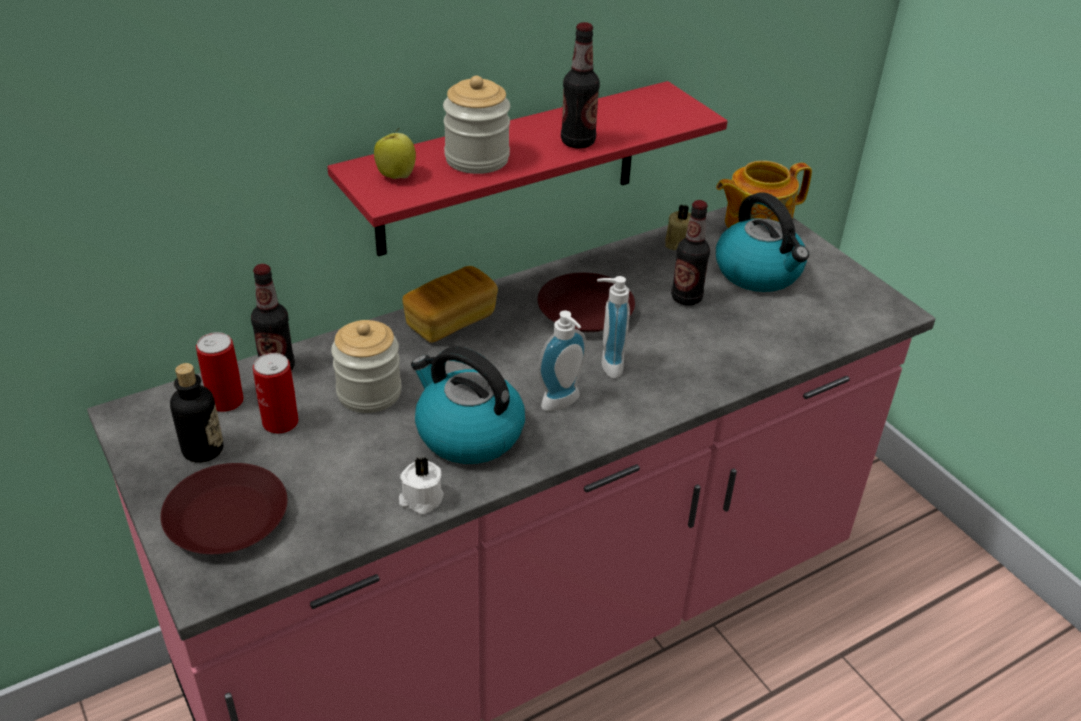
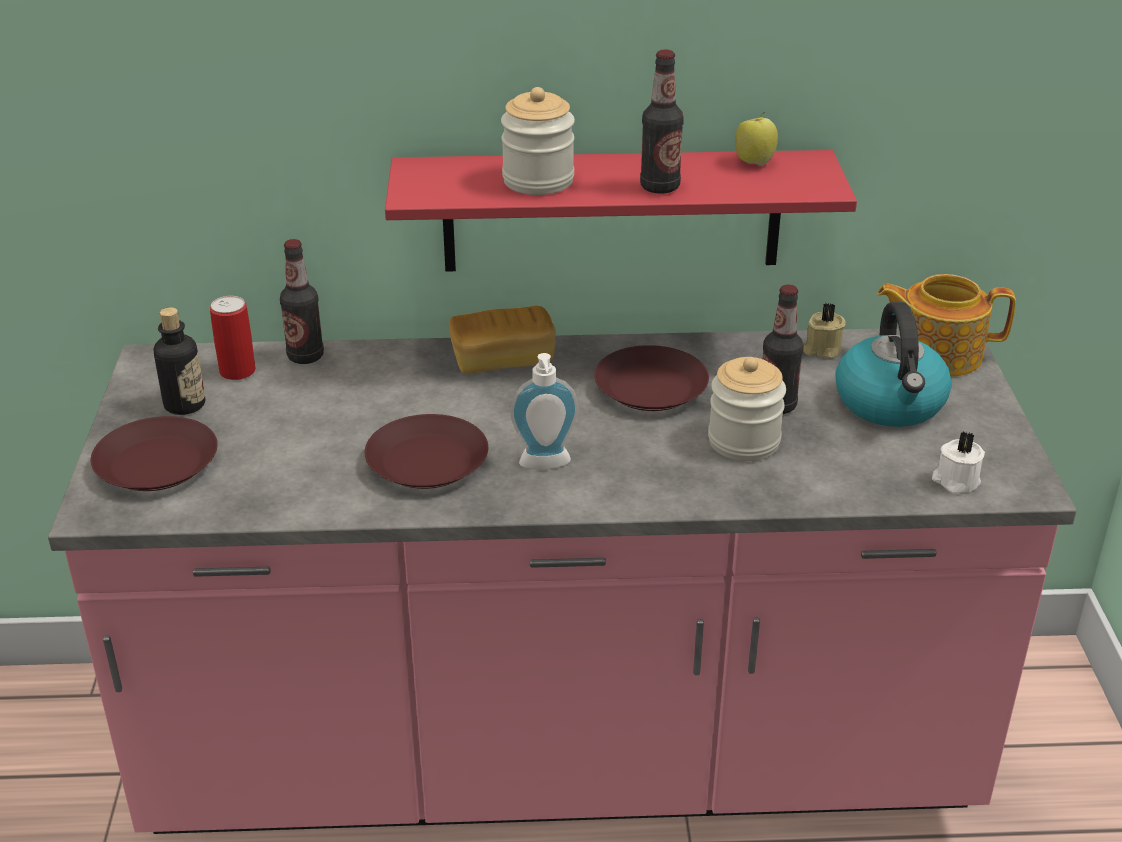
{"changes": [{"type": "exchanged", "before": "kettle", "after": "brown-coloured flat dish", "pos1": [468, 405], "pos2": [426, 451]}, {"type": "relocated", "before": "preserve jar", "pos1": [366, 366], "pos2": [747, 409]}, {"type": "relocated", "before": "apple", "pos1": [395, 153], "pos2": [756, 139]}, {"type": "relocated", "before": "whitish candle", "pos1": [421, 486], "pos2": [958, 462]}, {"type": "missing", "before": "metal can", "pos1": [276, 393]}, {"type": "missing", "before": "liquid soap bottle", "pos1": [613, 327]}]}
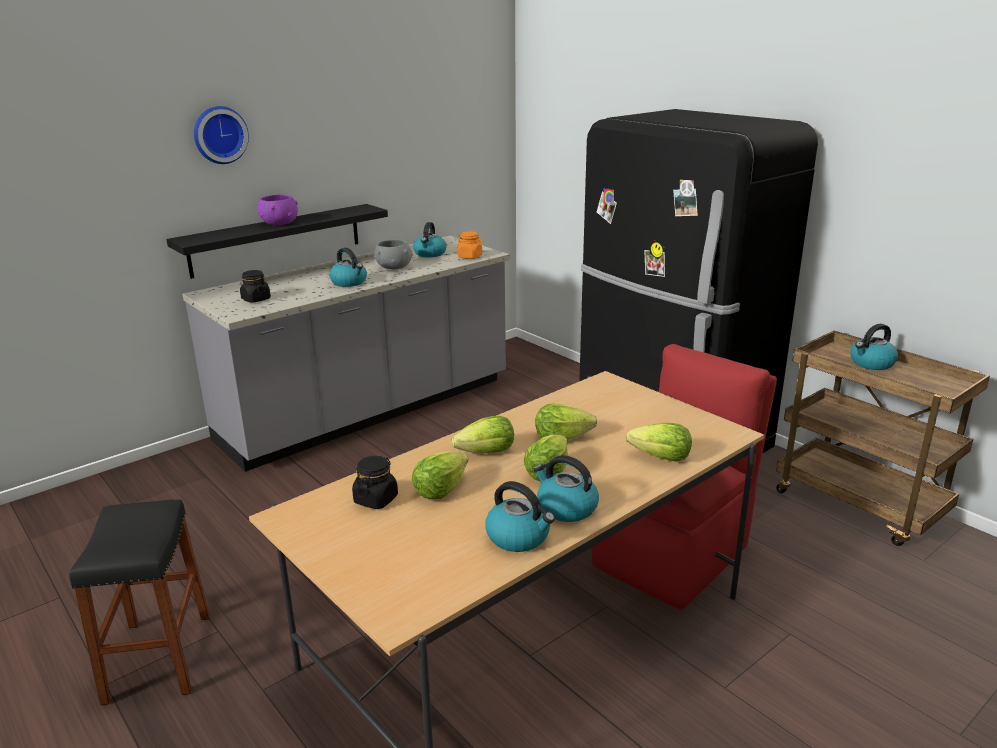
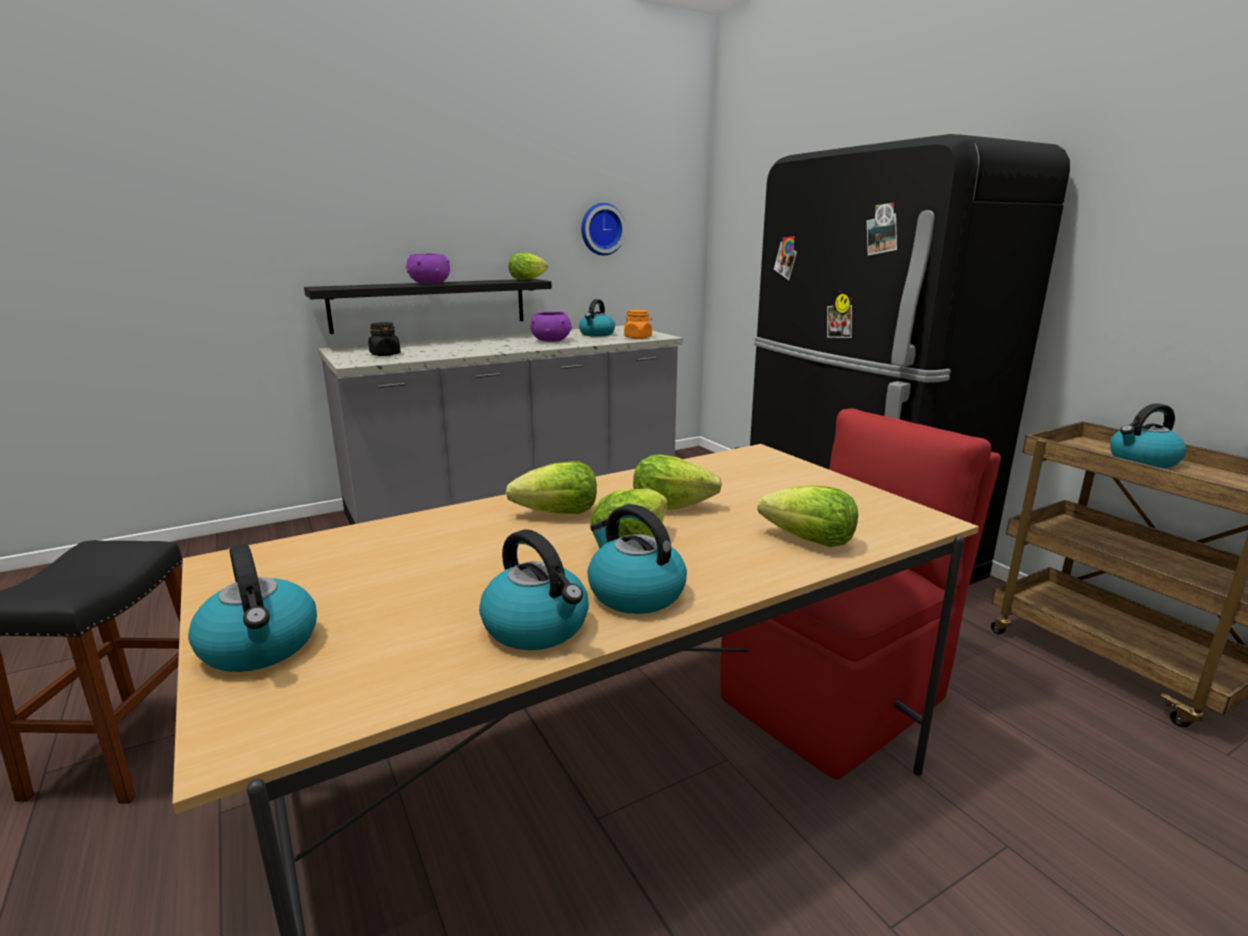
{"changes": [{"type": "relocated", "before": "kettle", "pos1": [348, 267], "pos2": [252, 608]}, {"type": "relocated", "before": "lettuce", "pos1": [440, 475], "pos2": [528, 266]}, {"type": "colour", "before": "gray bowl", "after": "purple-coloured bowl", "pos1": [393, 254], "pos2": [551, 327]}, {"type": "relocated", "before": "wall clock", "pos1": [221, 135], "pos2": [603, 229]}, {"type": "missing", "before": "black preserve jar", "pos1": [375, 482]}]}
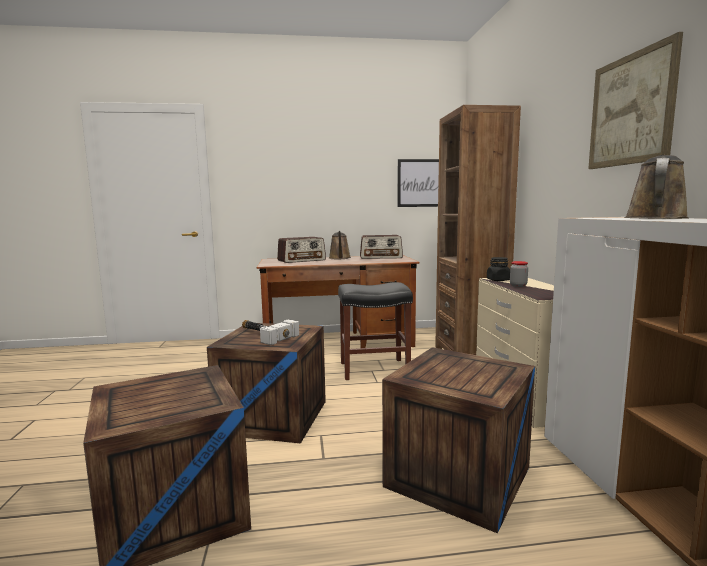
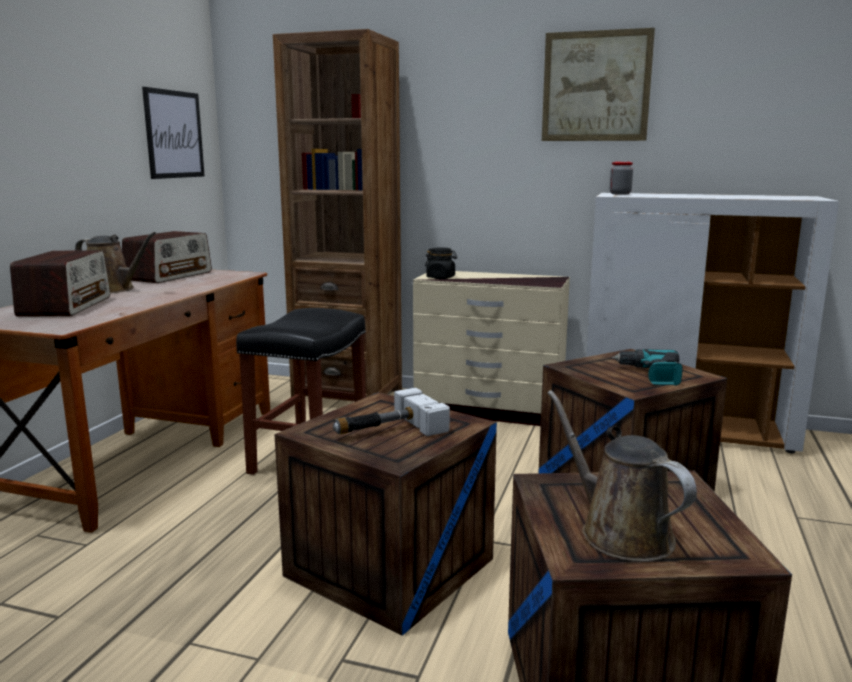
{"changes": [{"type": "relocated", "before": "brown-coloured watering can", "pos1": [656, 187], "pos2": [622, 476]}, {"type": "relocated", "before": "preserve jar", "pos1": [519, 274], "pos2": [621, 178]}, {"type": "appeared", "after": "power drill", "pos2": [647, 367]}]}
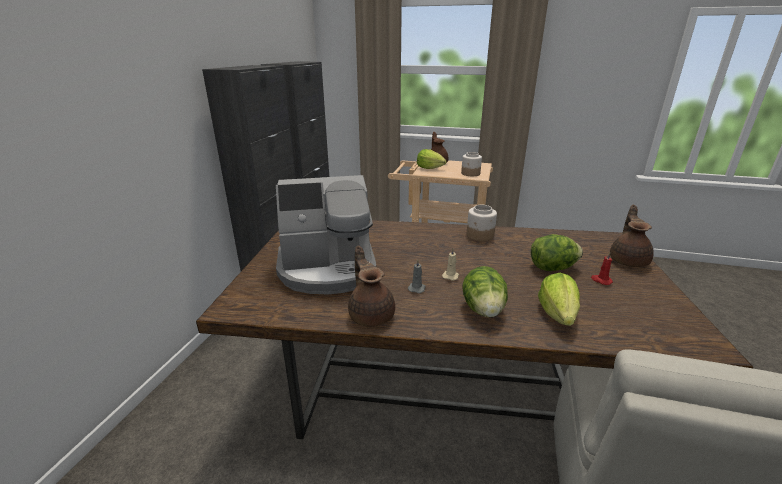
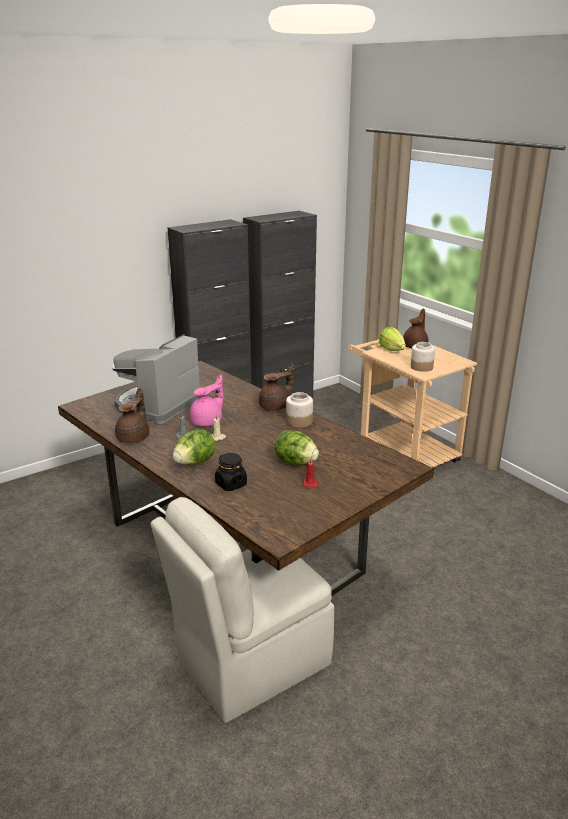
{"changes": [{"type": "spun", "before": "coffee maker", "pos1": [326, 235], "pos2": [157, 379], "turn": 90}, {"type": "appeared", "after": "pink teapot", "pos2": [206, 400]}, {"type": "exchanged", "before": "lettuce", "after": "black preserve jar", "pos1": [559, 299], "pos2": [231, 472]}, {"type": "relocated", "before": "brown-coloured teapot", "pos1": [632, 236], "pos2": [276, 387]}]}
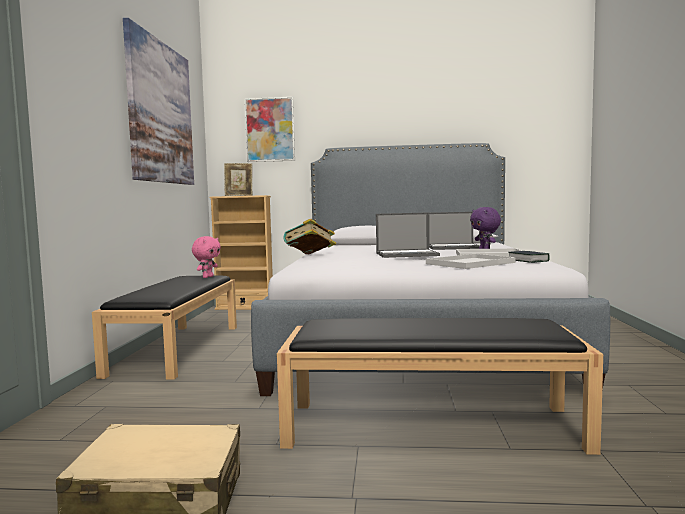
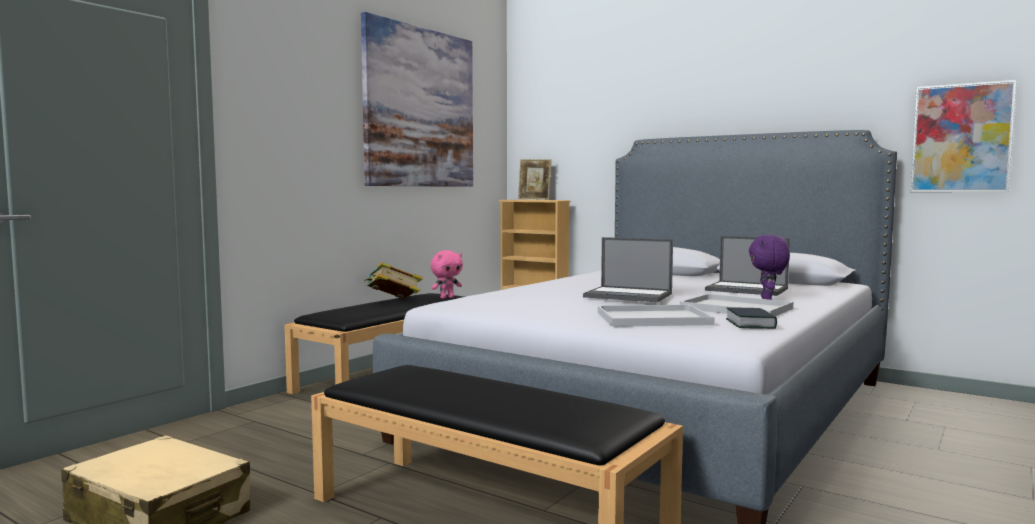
{"changes": [{"type": "relocated", "before": "bound book", "pos1": [309, 236], "pos2": [393, 280]}, {"type": "relocated", "before": "picture", "pos1": [270, 129], "pos2": [963, 136]}]}
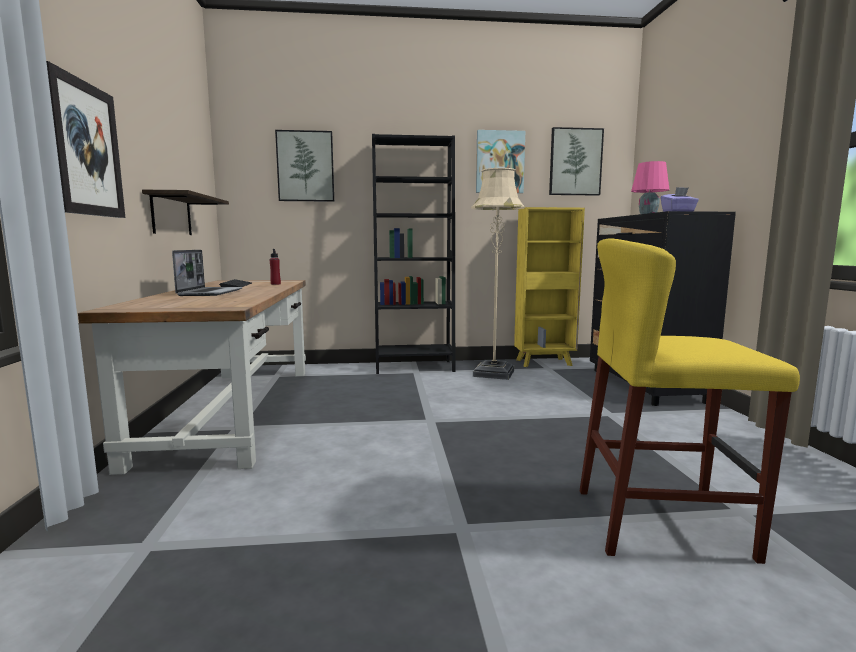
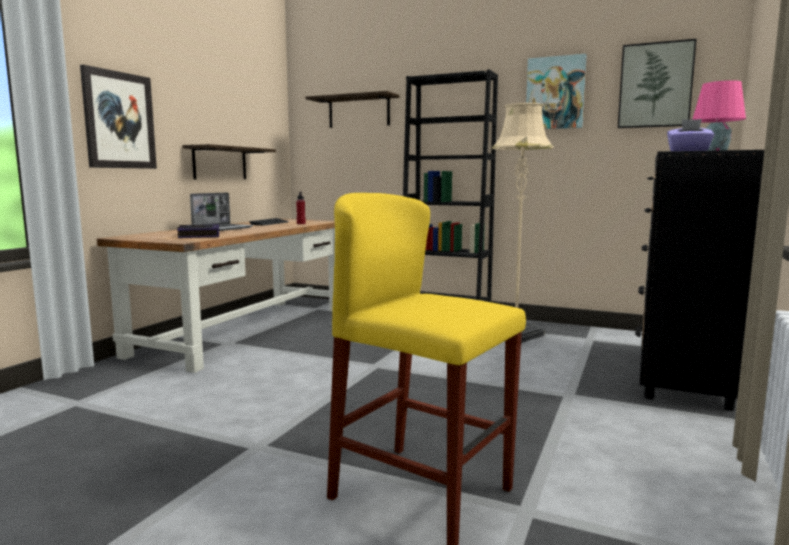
{"changes": [{"type": "appeared", "after": "bound book", "pos2": [198, 231]}, {"type": "exchanged", "before": "picture", "after": "shelf", "pos1": [304, 166], "pos2": [352, 109]}, {"type": "missing", "before": "yellowish shelving unit", "pos1": [549, 287]}]}
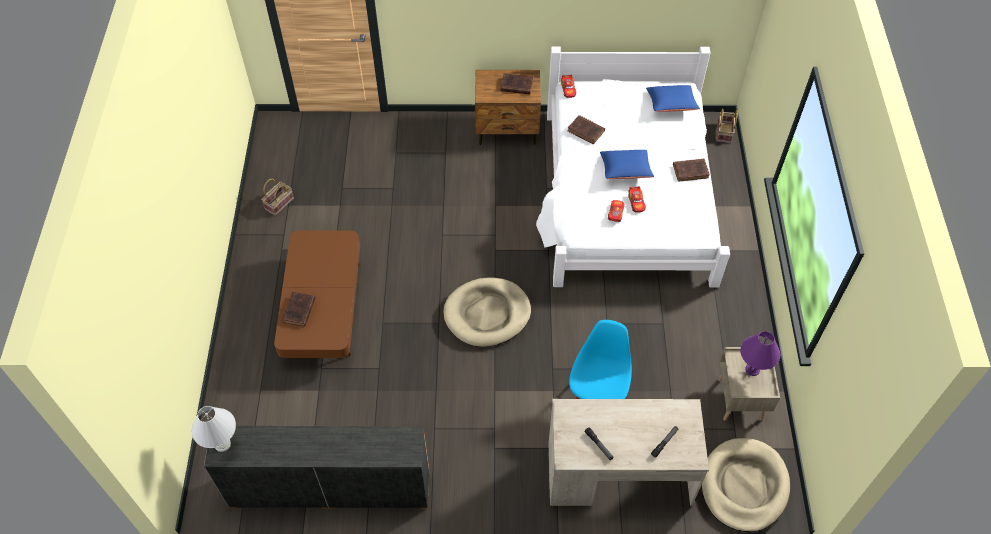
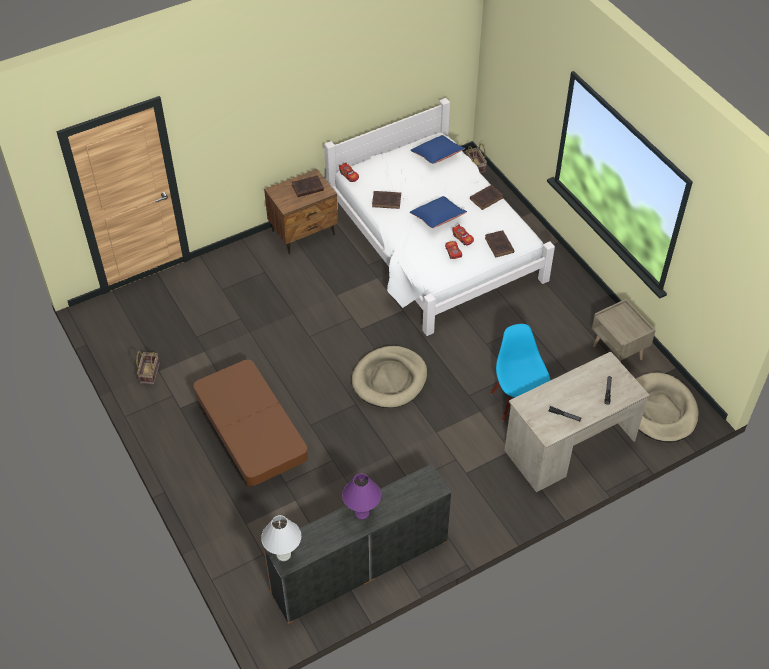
{"changes": [{"type": "relocated", "before": "purple-coloured tabletop lamp", "pos1": [760, 353], "pos2": [361, 496]}, {"type": "relocated", "before": "brown-coloured bound book", "pos1": [298, 309], "pos2": [499, 244]}]}
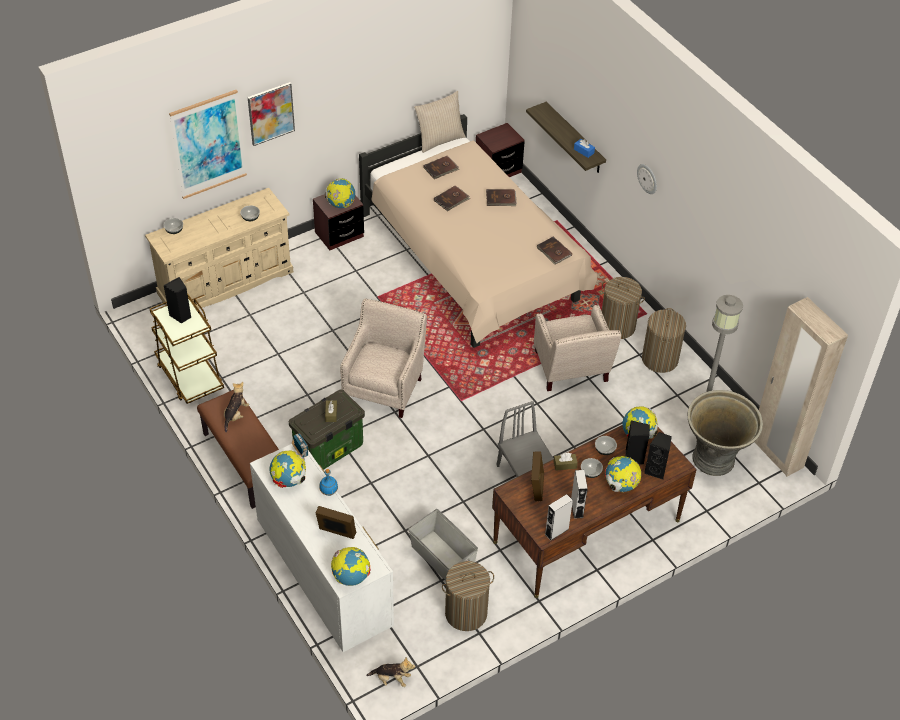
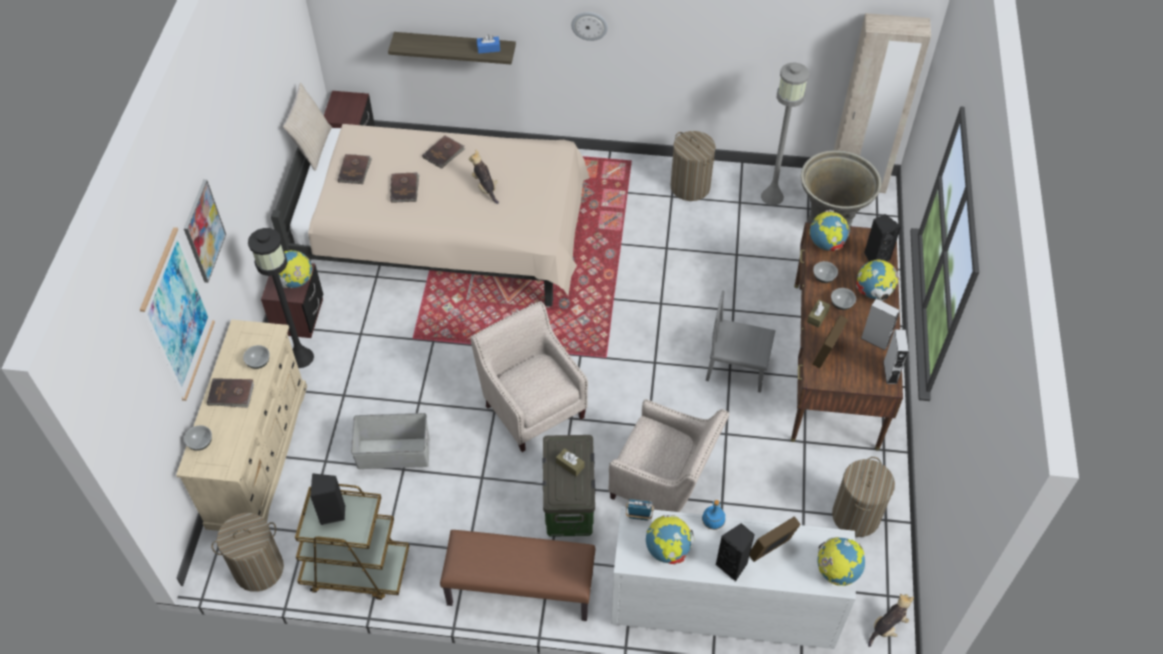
{"changes": [{"type": "relocated", "before": "brown-coloured bound book", "pos1": [554, 251], "pos2": [230, 393]}, {"type": "relocated", "before": "laundry basket", "pos1": [623, 308], "pos2": [247, 552]}, {"type": "appeared", "after": "black floor lamp", "pos2": [281, 298]}, {"type": "relocated", "before": "gray storage container", "pos1": [443, 544], "pos2": [390, 441]}, {"type": "relocated", "before": "cuddly toy", "pos1": [236, 407], "pos2": [484, 177]}, {"type": "relocated", "before": "sand-coloured lounge chair", "pos1": [577, 348], "pos2": [668, 455]}, {"type": "relocated", "before": "black loudspeaker", "pos1": [638, 442], "pos2": [735, 552]}, {"type": "spun", "before": "standing frame", "pos1": [537, 476], "pos2": [830, 341], "turn": -105}]}
